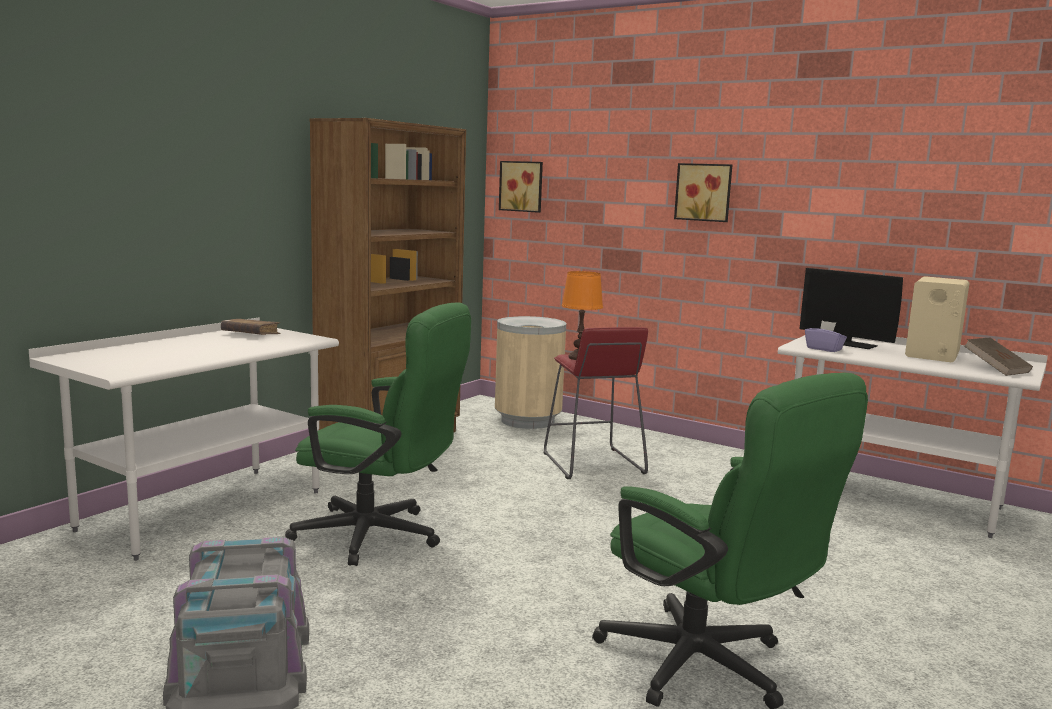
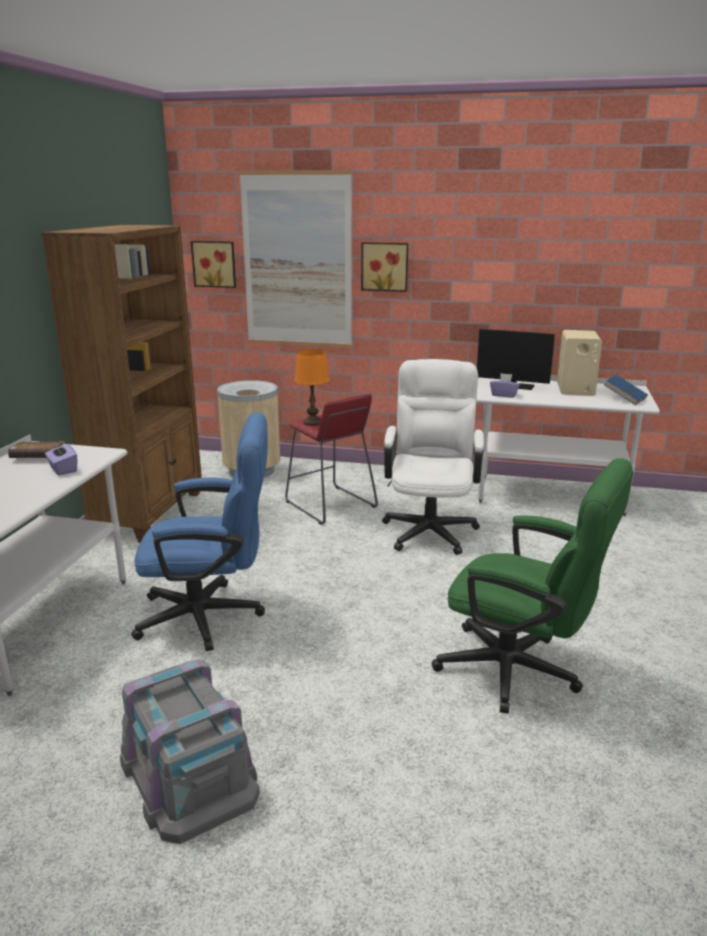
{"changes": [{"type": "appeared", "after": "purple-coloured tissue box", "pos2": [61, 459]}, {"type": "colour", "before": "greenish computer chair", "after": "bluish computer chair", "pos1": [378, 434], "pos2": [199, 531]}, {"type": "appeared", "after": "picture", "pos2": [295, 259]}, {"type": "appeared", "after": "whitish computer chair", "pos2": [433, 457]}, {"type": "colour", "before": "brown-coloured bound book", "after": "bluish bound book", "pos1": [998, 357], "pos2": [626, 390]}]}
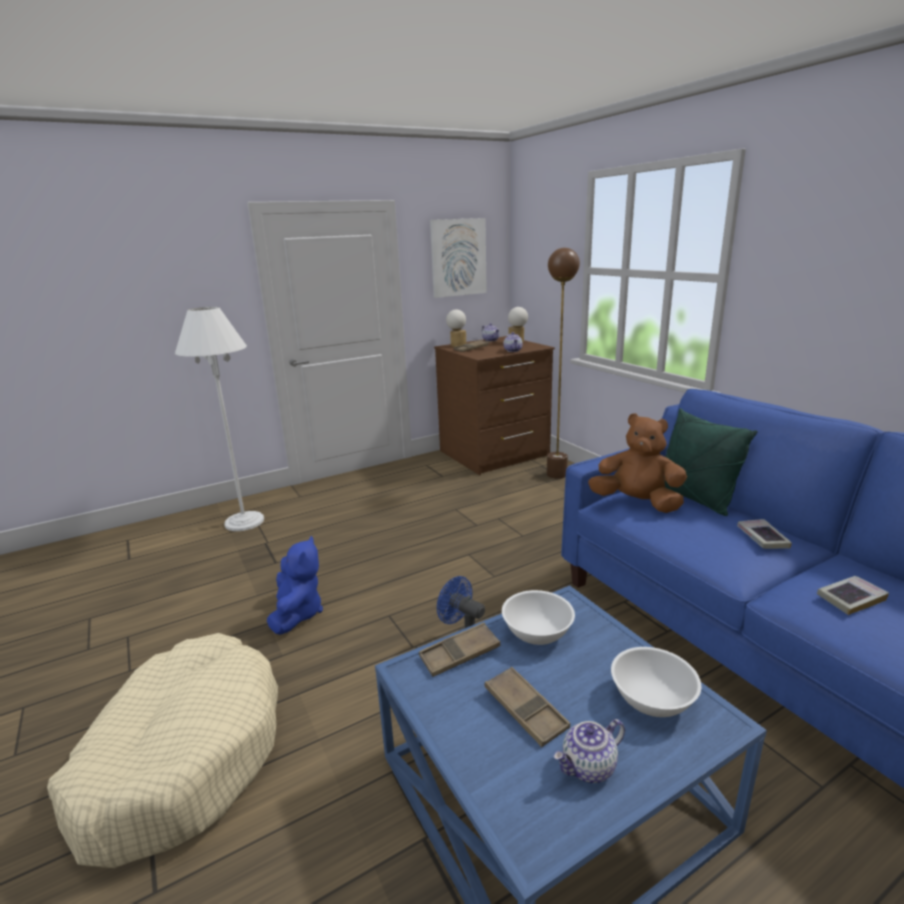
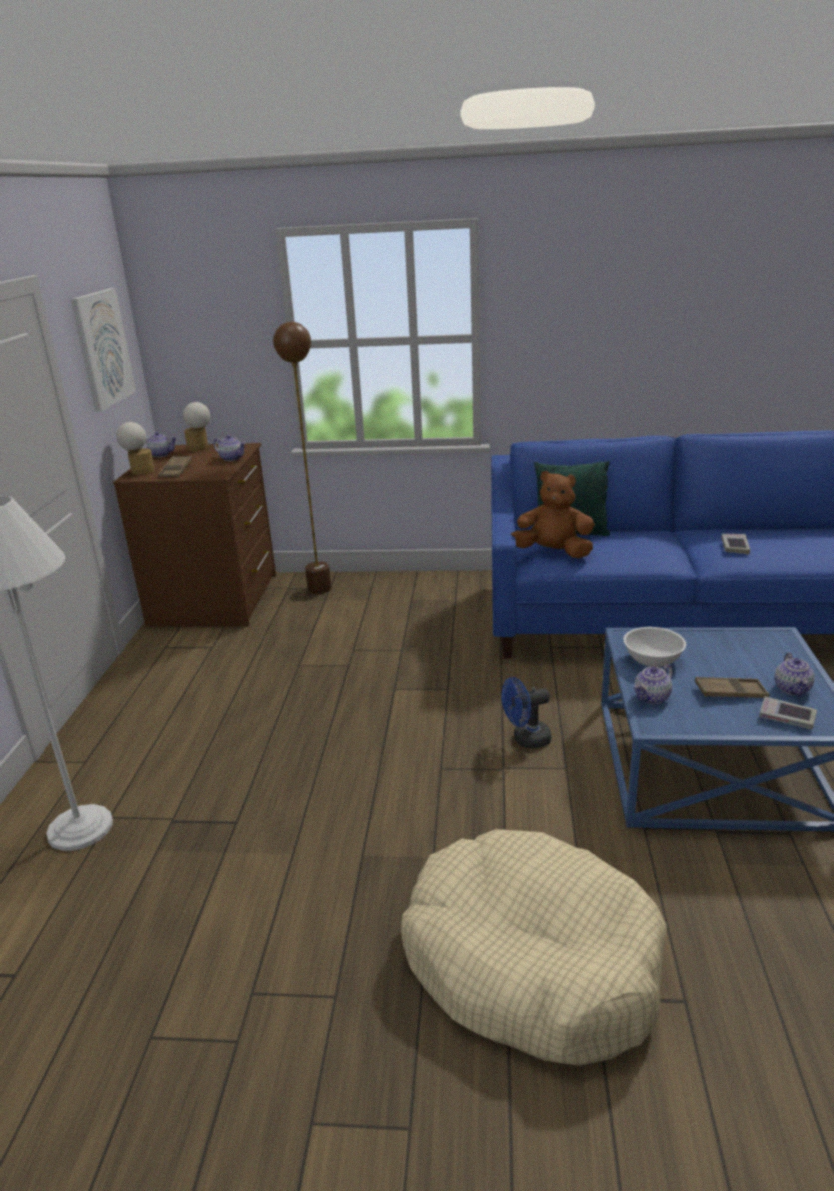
{"changes": [{"type": "spun", "before": "brown-coloured cuddly toy", "pos1": [637, 463], "pos2": [553, 514], "turn": 45}, {"type": "exchanged", "before": "brown-coloured tray", "after": "teapot", "pos1": [459, 650], "pos2": [653, 684]}, {"type": "relocated", "before": "bound book", "pos1": [764, 534], "pos2": [788, 712]}, {"type": "missing", "before": "bluish cuddly toy", "pos1": [295, 585]}, {"type": "missing", "before": "whitish bowl", "pos1": [656, 682]}]}
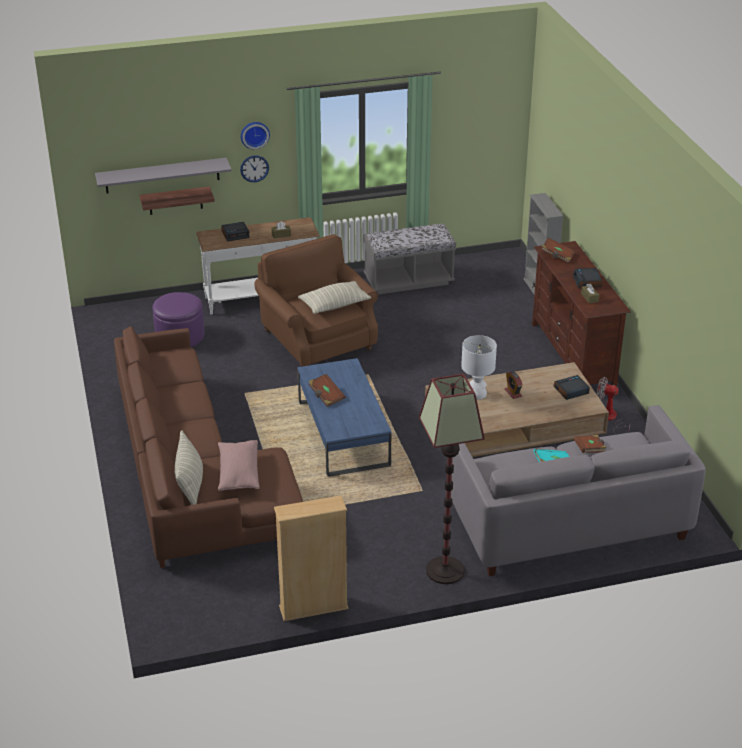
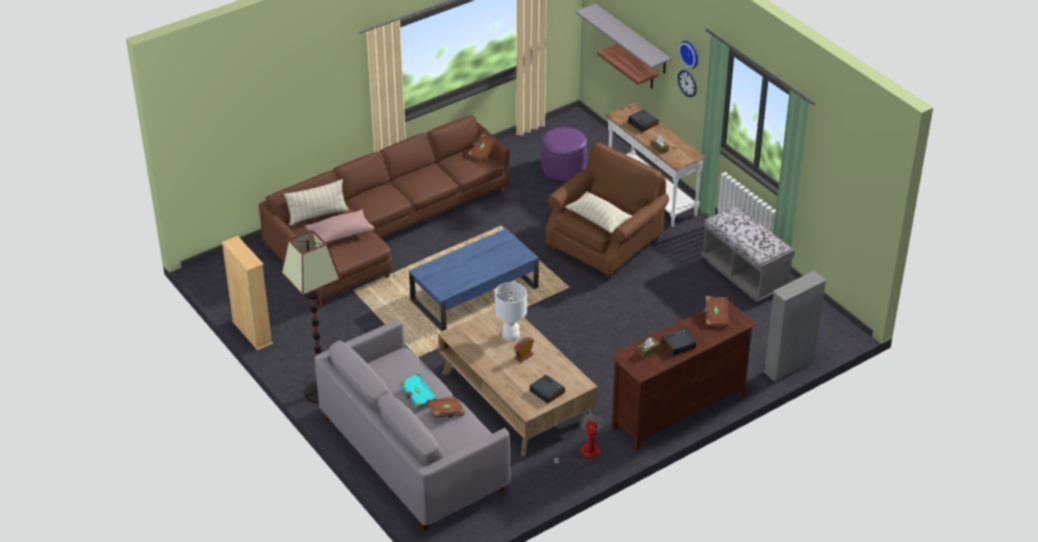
{"changes": [{"type": "relocated", "before": "brown-coloured bound book", "pos1": [327, 390], "pos2": [483, 147]}]}
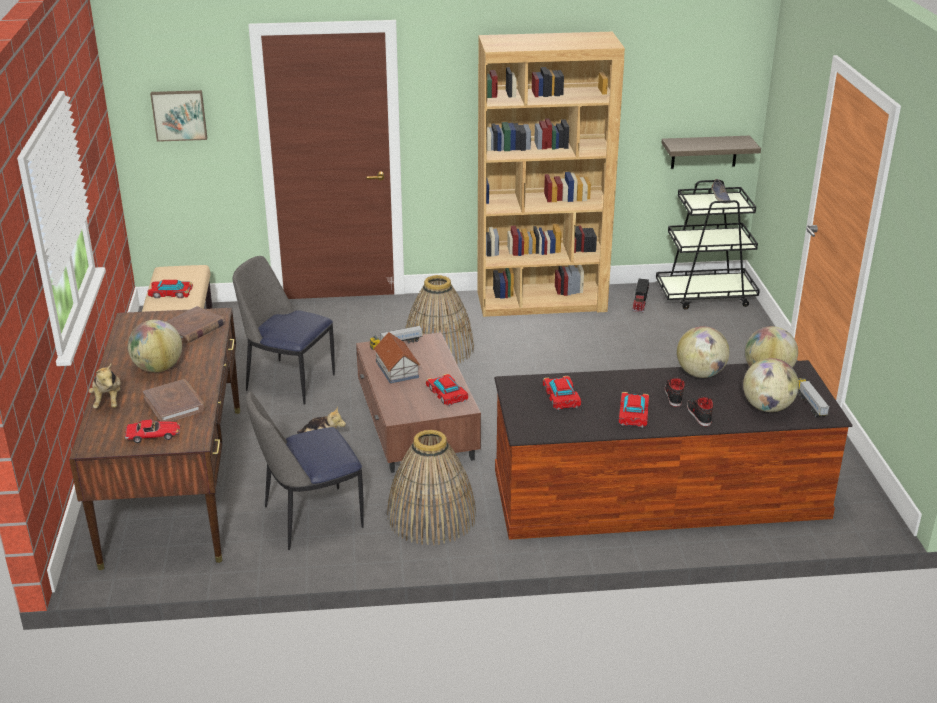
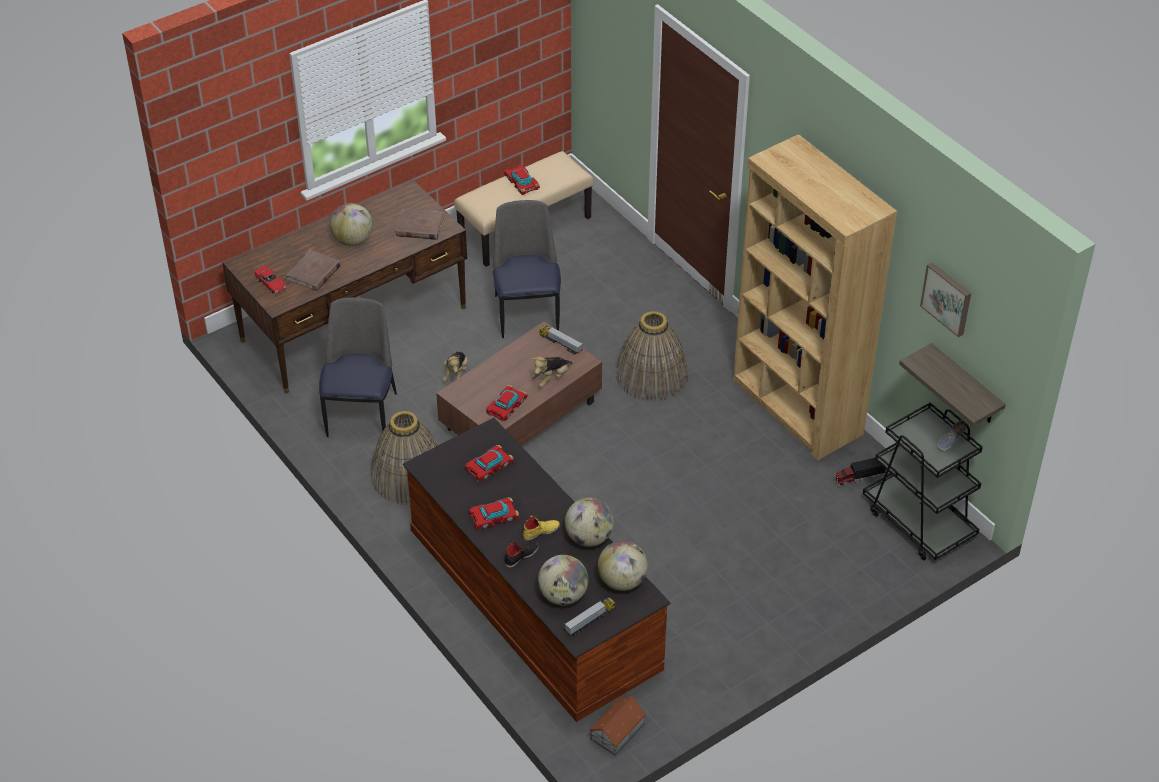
{"changes": [{"type": "spun", "before": "upright chair", "pos1": [305, 470], "pos2": [358, 367], "turn": 60}, {"type": "colour", "before": "black item of footwear", "after": "yellowish item of footwear", "pos1": [675, 392], "pos2": [541, 528]}, {"type": "relocated", "before": "cuddly toy", "pos1": [105, 385], "pos2": [552, 372]}, {"type": "relocated", "before": "model house", "pos1": [397, 358], "pos2": [618, 726]}, {"type": "relocated", "before": "picture", "pos1": [178, 116], "pos2": [945, 299]}]}
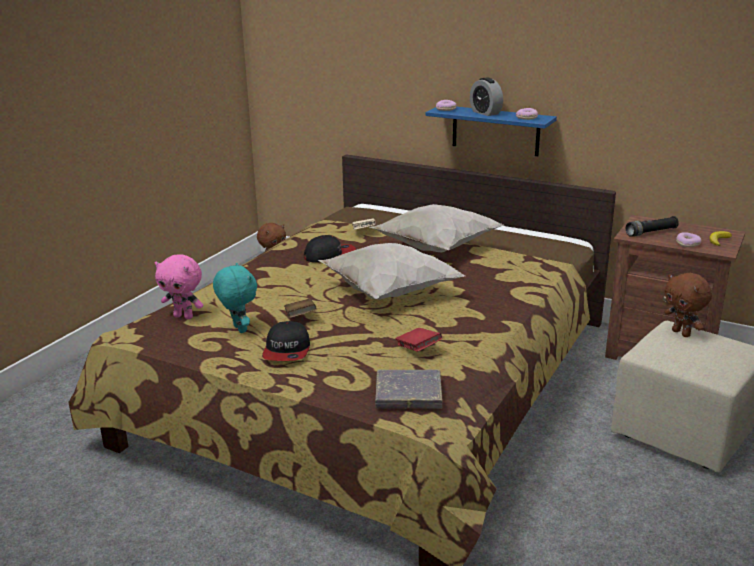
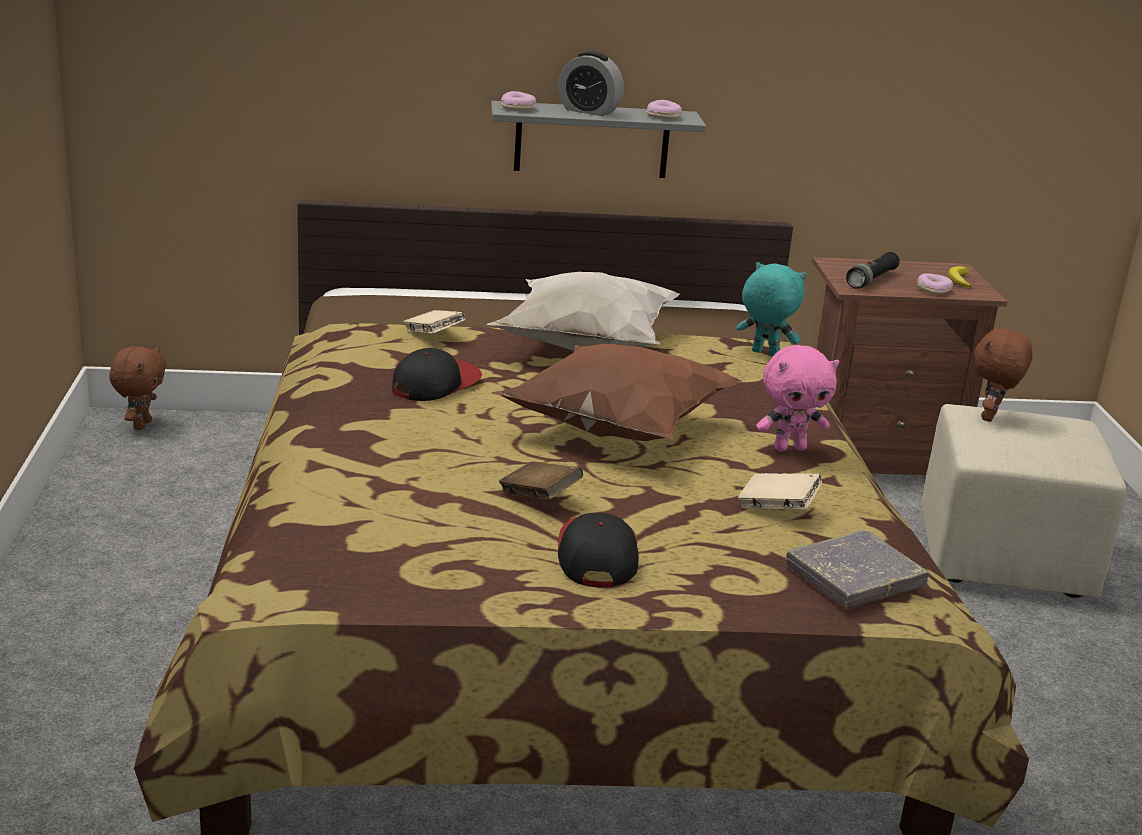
{"changes": [{"type": "colour", "before": "bluish shelf", "after": "gray shelf", "pos1": [491, 131], "pos2": [598, 139]}, {"type": "colour", "before": "whitish throw pillow", "after": "brown-coloured throw pillow", "pos1": [391, 271], "pos2": [617, 392]}, {"type": "spun", "before": "peaked cap", "pos1": [286, 341], "pos2": [598, 550], "turn": -150}, {"type": "relocated", "before": "turquoise-coloured cuddly toy", "pos1": [235, 298], "pos2": [772, 309]}, {"type": "colour", "before": "reddish bound book", "after": "sand-coloured bound book", "pos1": [418, 340], "pos2": [780, 491]}, {"type": "relocated", "before": "pink cuddly toy", "pos1": [179, 286], "pos2": [797, 398]}, {"type": "spun", "before": "brown-coloured cuddly toy", "pos1": [688, 305], "pos2": [1004, 374], "turn": 90}]}
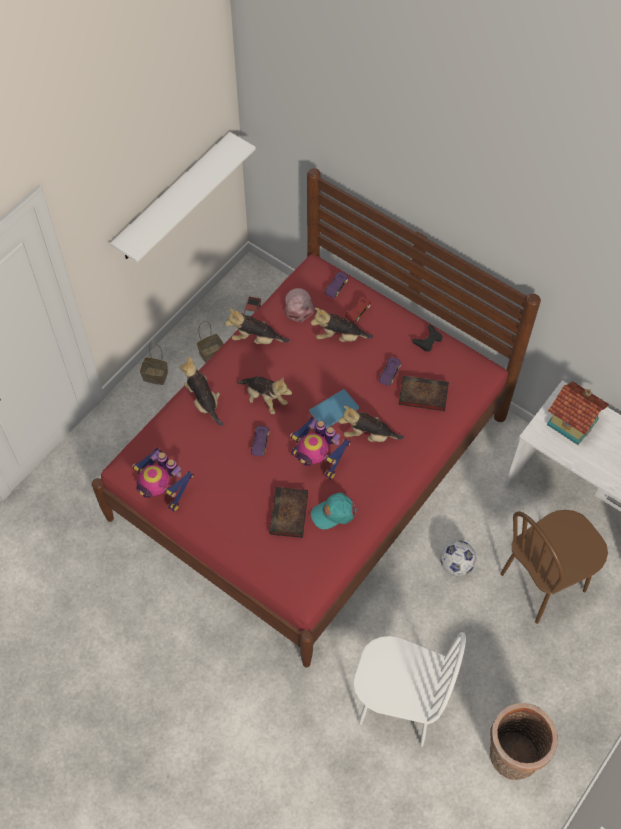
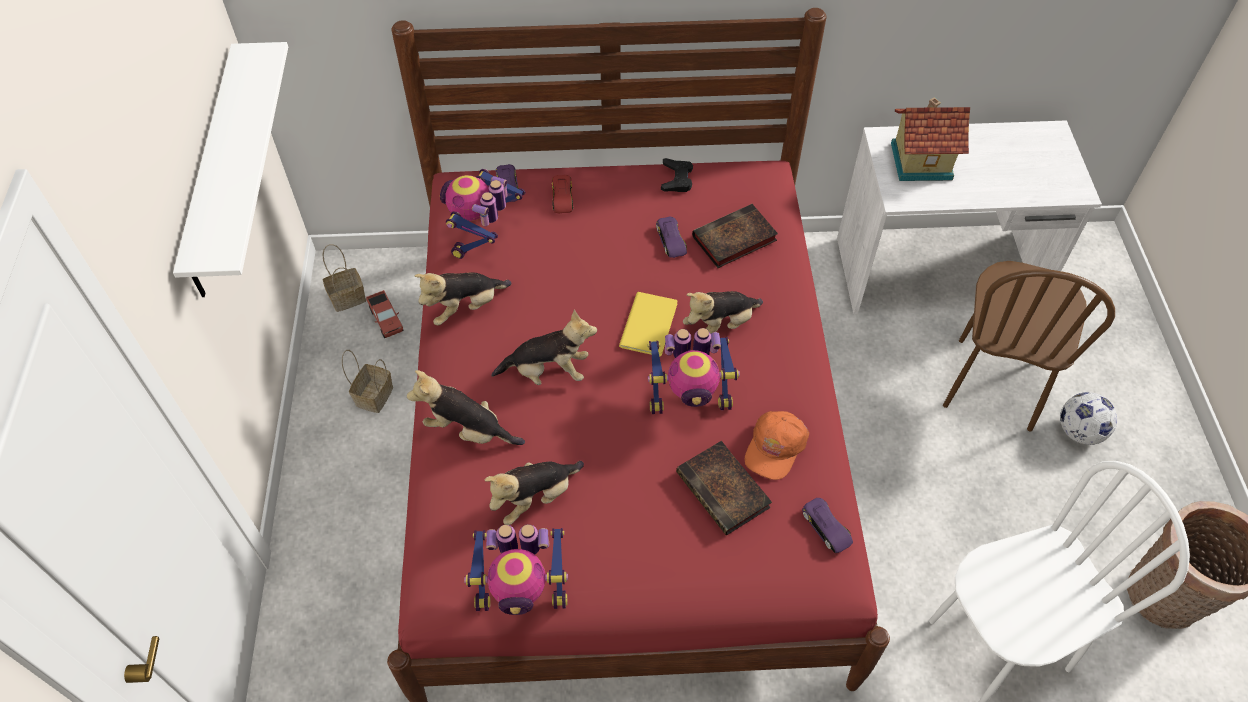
{"changes": [{"type": "relocated", "before": "basket", "pos1": [154, 363], "pos2": [344, 278]}, {"type": "exchanged", "before": "pink peaked cap", "after": "model robot", "pos1": [300, 305], "pos2": [482, 214]}, {"type": "relocated", "before": "cuddly toy", "pos1": [342, 325], "pos2": [534, 493]}, {"type": "colour", "before": "bluish bound book", "after": "yellowish bound book", "pos1": [334, 409], "pos2": [648, 324]}, {"type": "colour", "before": "turquoise-coloured peaked cap", "after": "orange peaked cap", "pos1": [334, 511], "pos2": [777, 445]}, {"type": "relocated", "before": "purple-coloured model car", "pos1": [260, 441], "pos2": [827, 525]}, {"type": "relocated", "before": "ball for football", "pos1": [458, 558], "pos2": [1088, 418]}]}
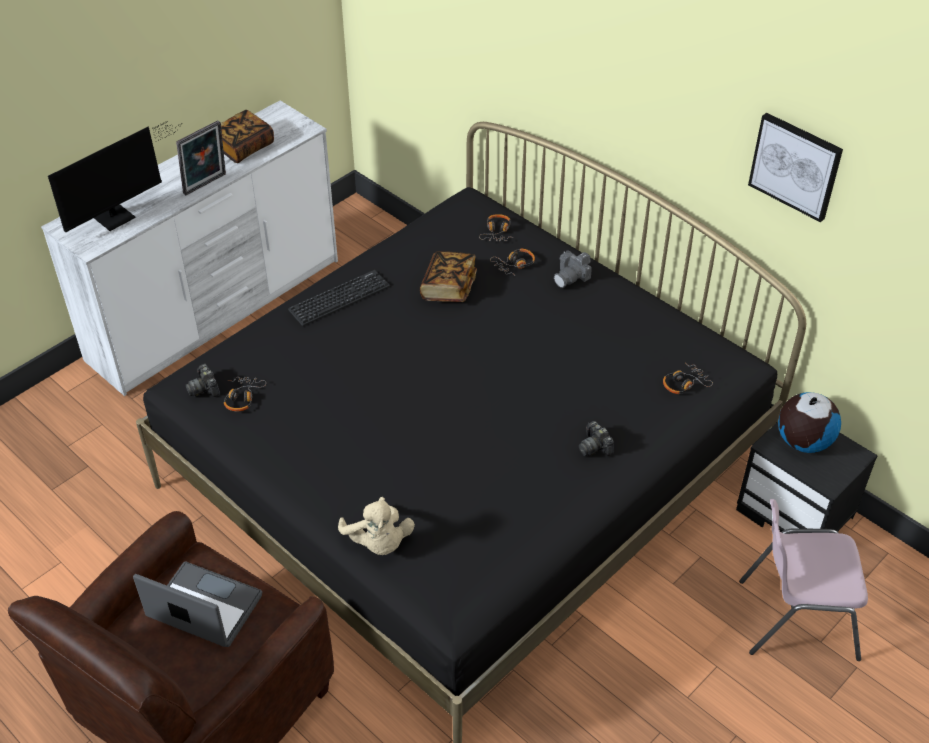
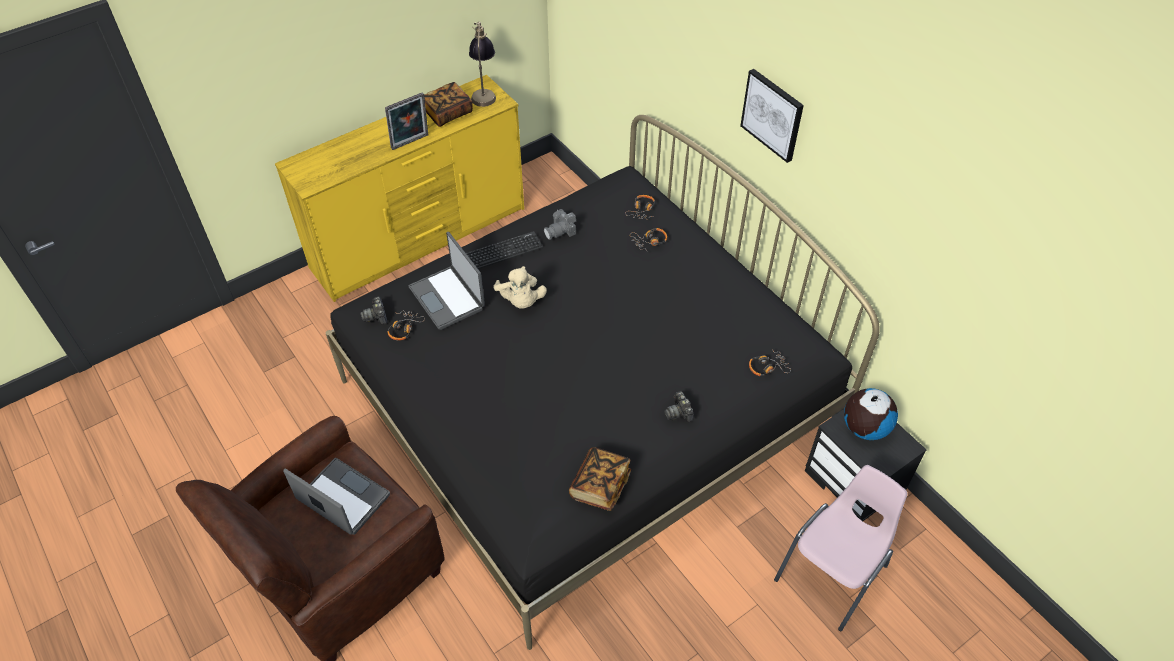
{"changes": [{"type": "colour", "before": "whitish dresser", "after": "yellowish dresser", "pos1": [189, 248], "pos2": [399, 188]}, {"type": "appeared", "after": "notebook computer", "pos2": [447, 281]}, {"type": "appeared", "after": "tabletop lamp", "pos2": [482, 64]}, {"type": "relocated", "before": "sand-coloured cuddly toy", "pos1": [376, 526], "pos2": [520, 287]}, {"type": "relocated", "before": "photo camera", "pos1": [573, 269], "pos2": [560, 224]}, {"type": "relocated", "before": "bound book", "pos1": [448, 276], "pos2": [600, 479]}, {"type": "relocated", "before": "picture", "pos1": [795, 167], "pos2": [772, 116]}, {"type": "spun", "before": "pink upright chair", "pos1": [803, 580], "pos2": [840, 548], "turn": 120}, {"type": "missing", "before": "computer display", "pos1": [115, 176]}]}
